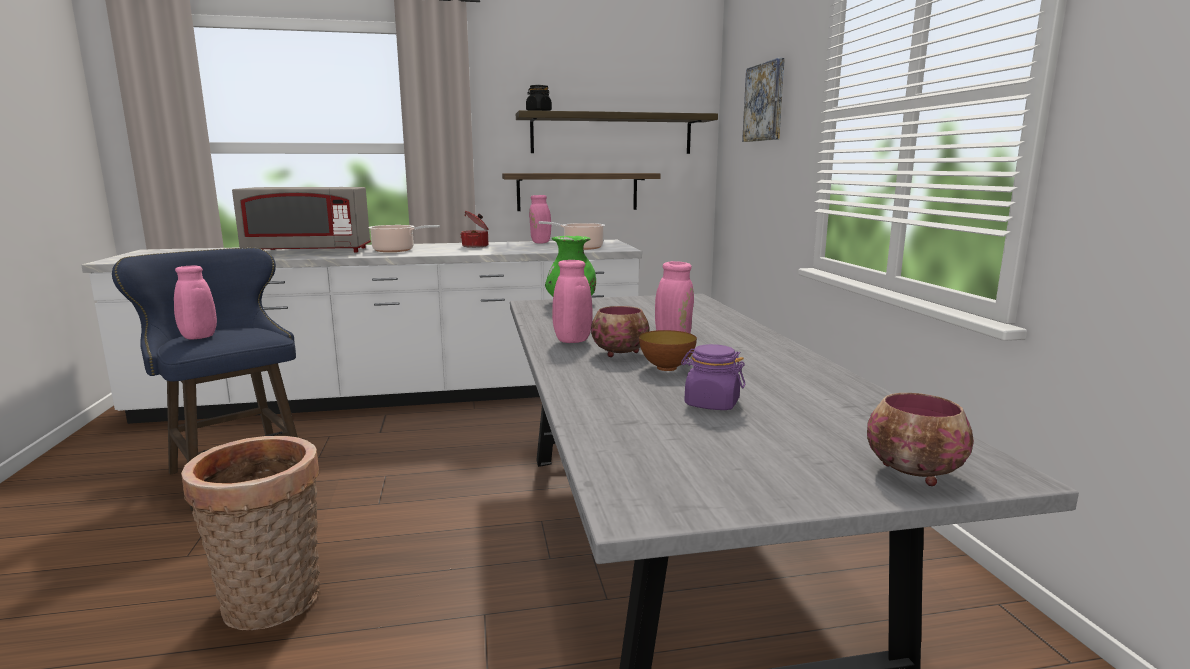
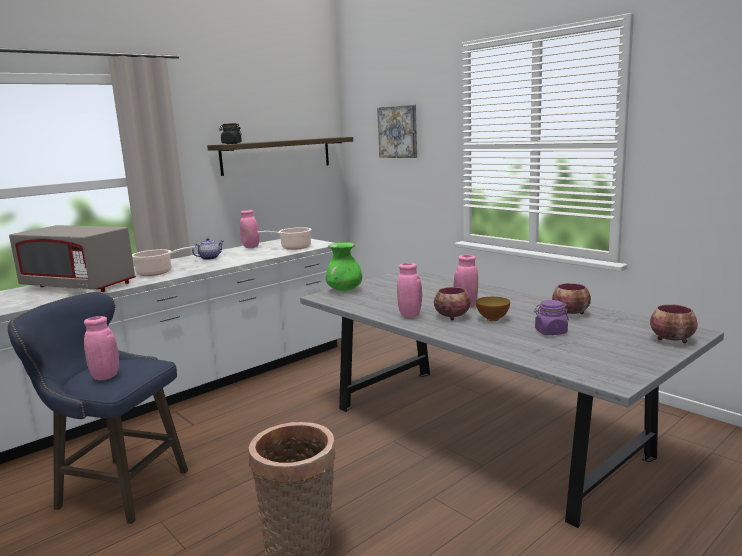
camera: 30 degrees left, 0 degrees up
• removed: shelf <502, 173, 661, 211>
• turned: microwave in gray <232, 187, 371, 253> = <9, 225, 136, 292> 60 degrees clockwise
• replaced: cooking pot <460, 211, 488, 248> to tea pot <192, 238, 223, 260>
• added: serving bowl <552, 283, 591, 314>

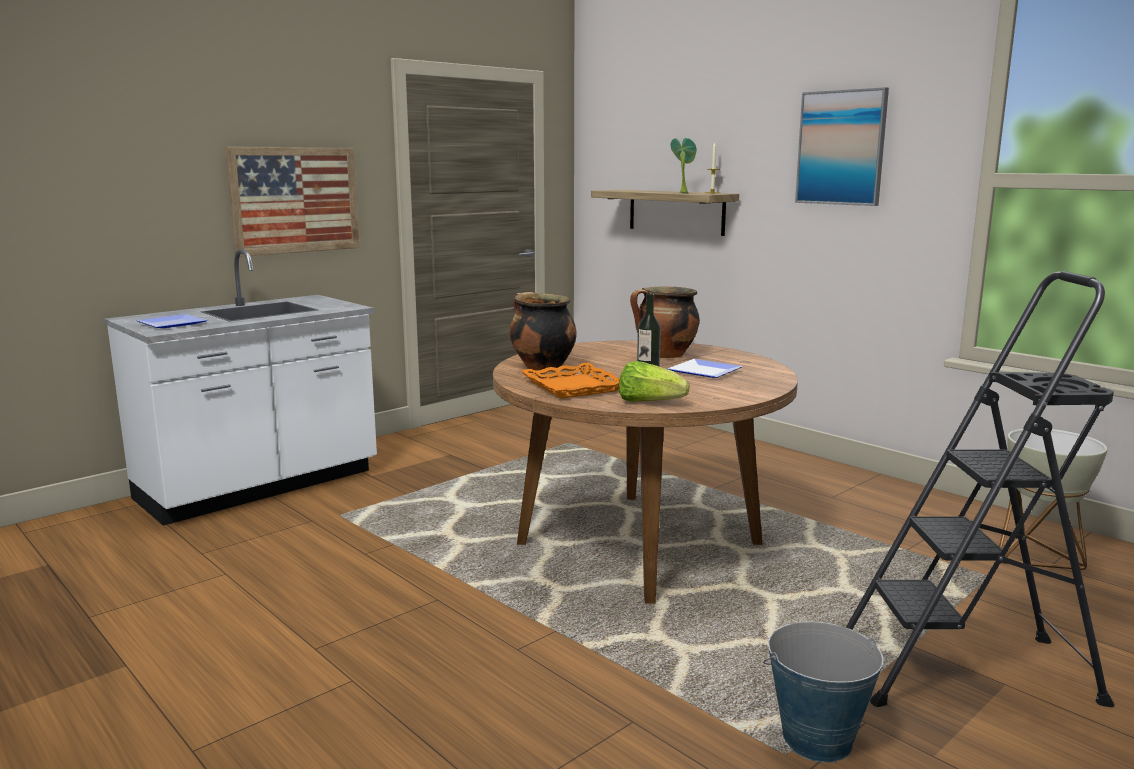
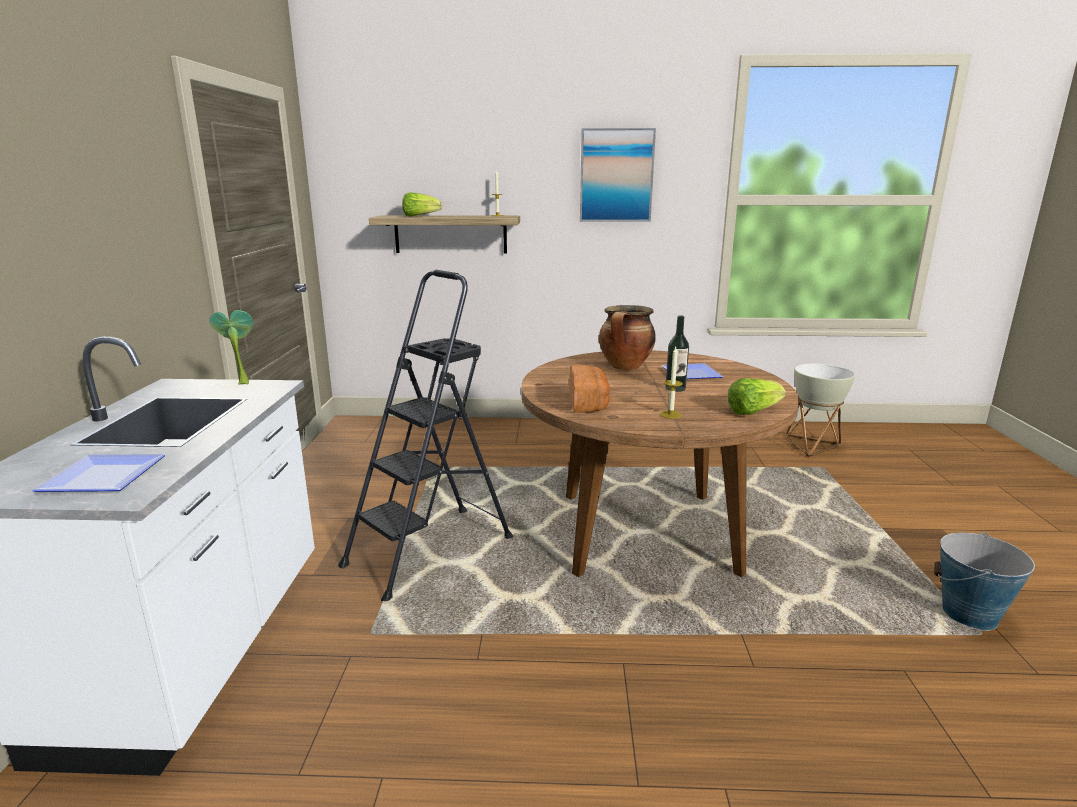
camera: 45 degrees left, 5 degrees up
• moved: plant in a pot <671, 138, 697, 193> to <209, 310, 253, 385>
• removed: wall picture <225, 147, 360, 257>
• moved: stepladder <846, 271, 1115, 707> to <338, 270, 514, 602>
• replaced: cooking pot <509, 292, 577, 371> to baked bread <569, 365, 610, 413>
• replaced: tray in orangey <521, 363, 620, 399> to candle <660, 347, 683, 419>
• added: head of lettuce <402, 192, 442, 217>

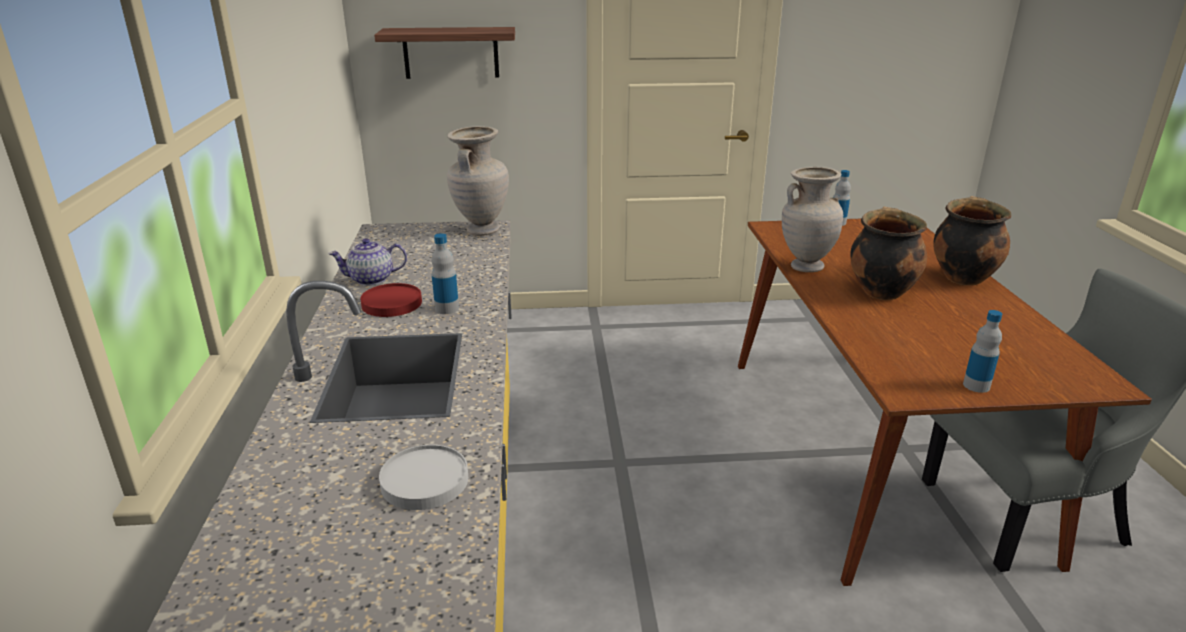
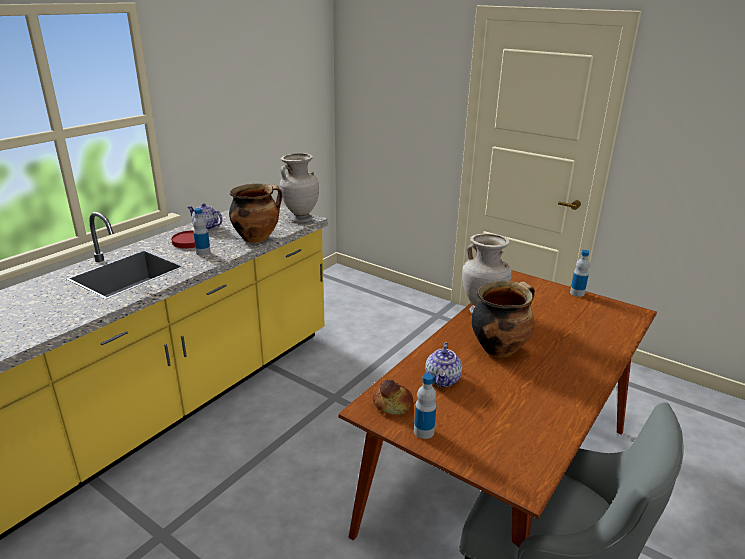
camera: 40 degrees right, 0 degrees up
• removed: shelf <374, 27, 515, 79>
• moved: cooking pot <934, 196, 1011, 285> to <229, 184, 283, 243>
• removed: flat dish in whitish <379, 445, 468, 510>
• added: tea pot <425, 342, 462, 387>
• added: baked bread <373, 380, 413, 415>

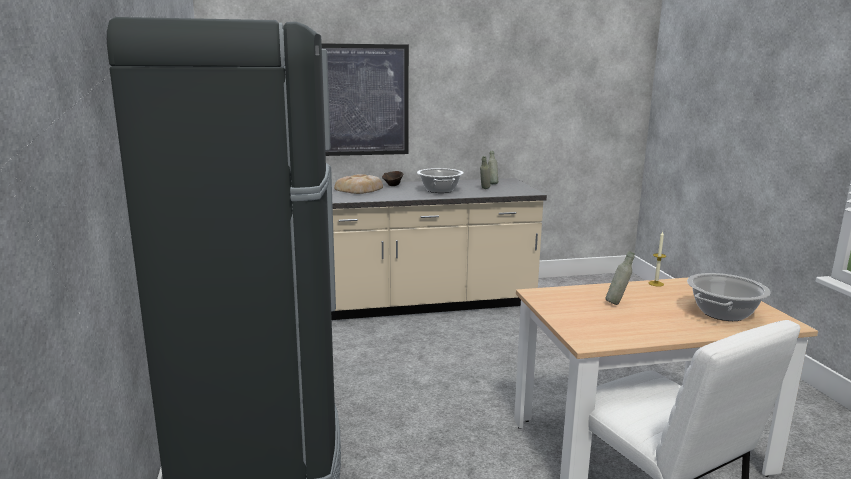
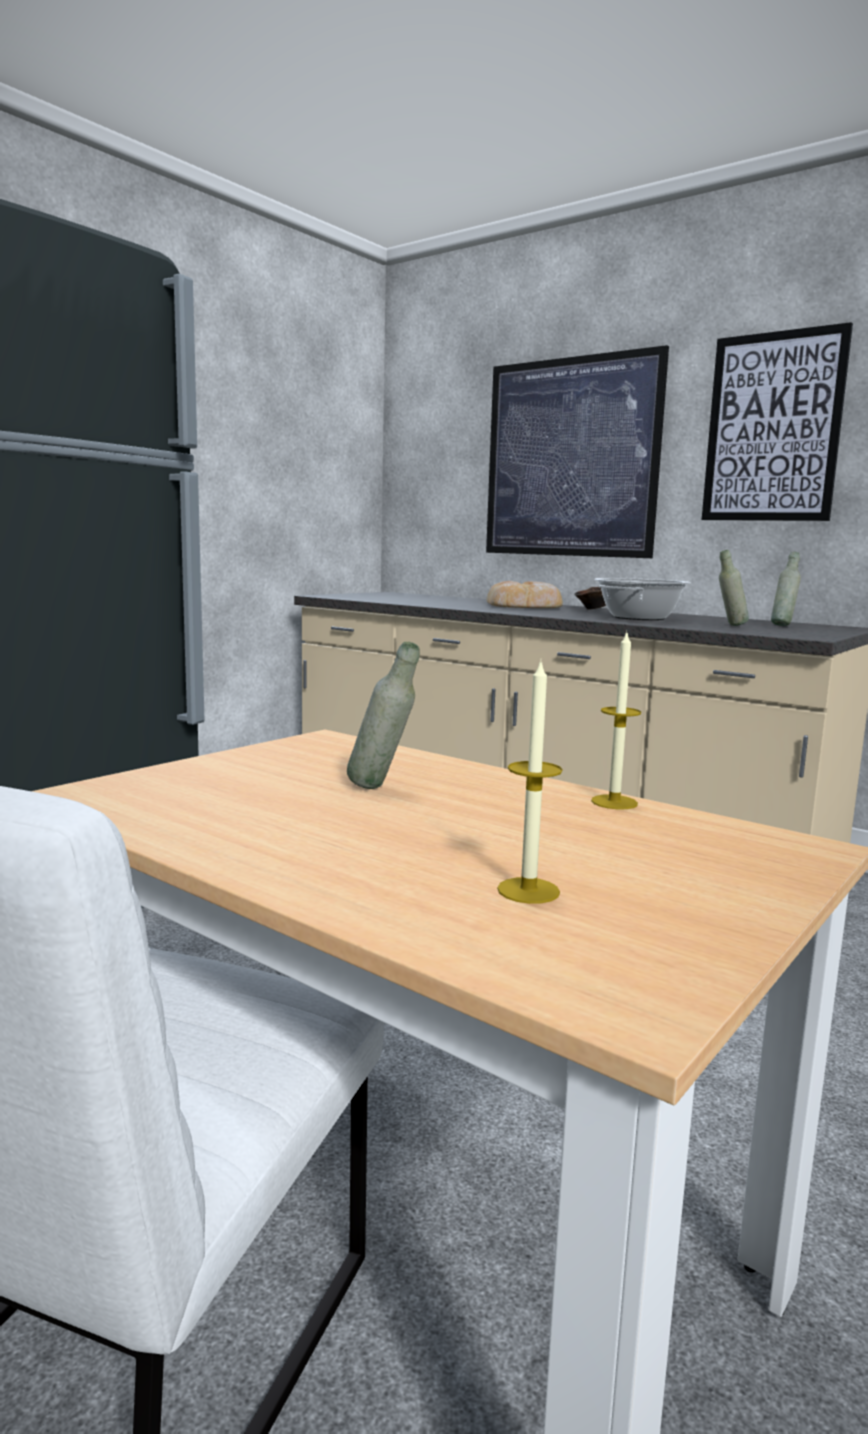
camera: 50 degrees right, 5 degrees down
• replaced: cooking pot <687, 273, 770, 321> to candle <497, 659, 563, 904>
• added: wall picture <702, 322, 853, 521>

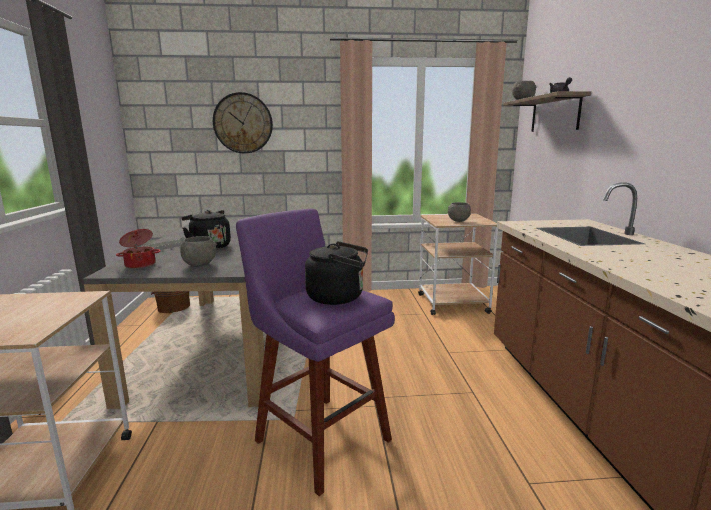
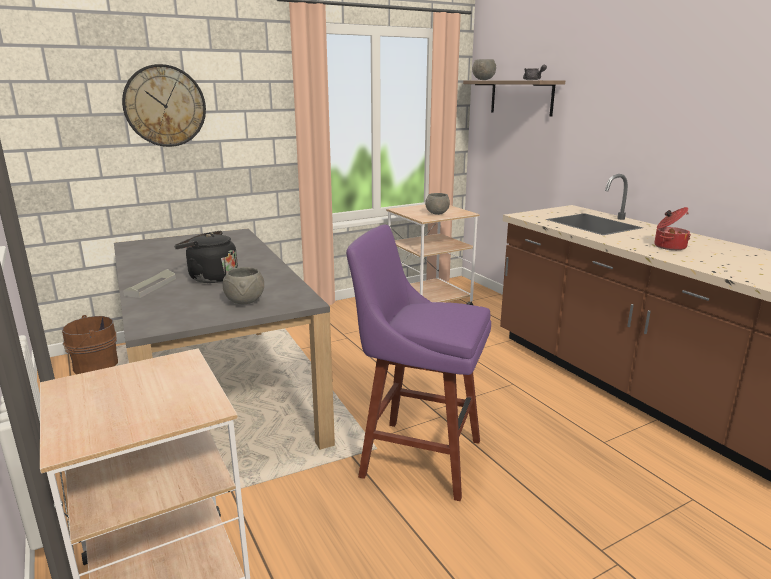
camera: 25 degrees left, 5 degrees up
• moved: cooking pot <116, 229, 161, 269> to <654, 207, 691, 250>
• removed: water kettle in black <305, 241, 368, 305>

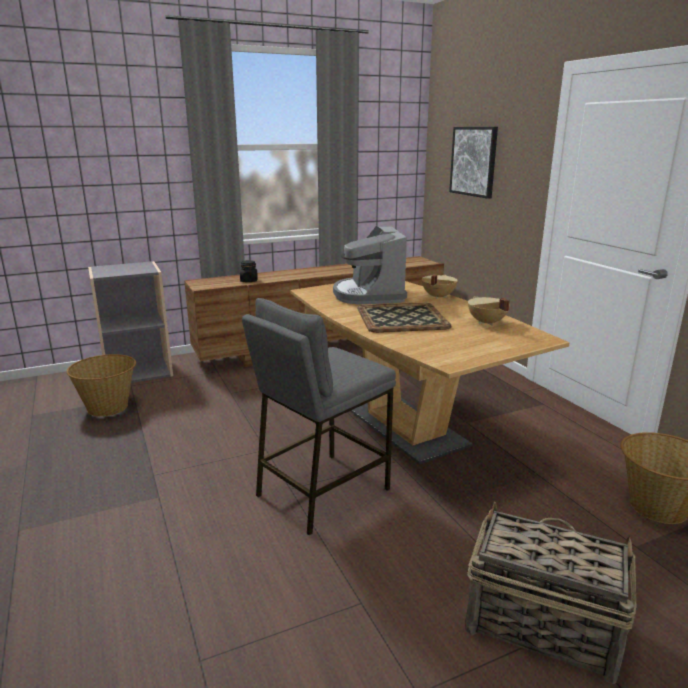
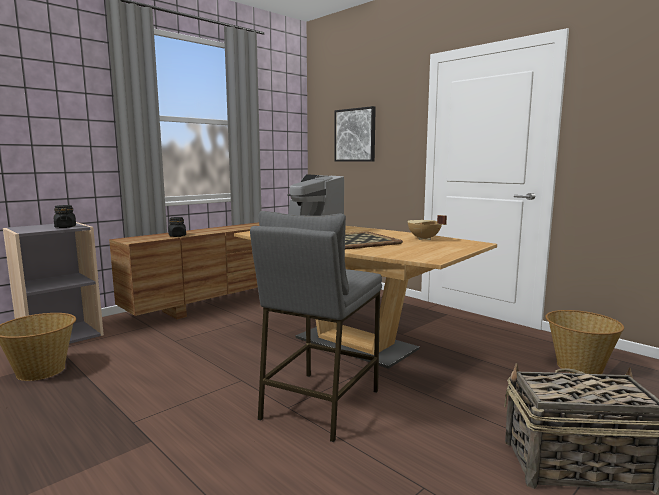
camera: 20 degrees left, 10 degrees down
• removed: cooking pot in beige <422, 275, 458, 299>
• added: jar in black <54, 205, 76, 228>

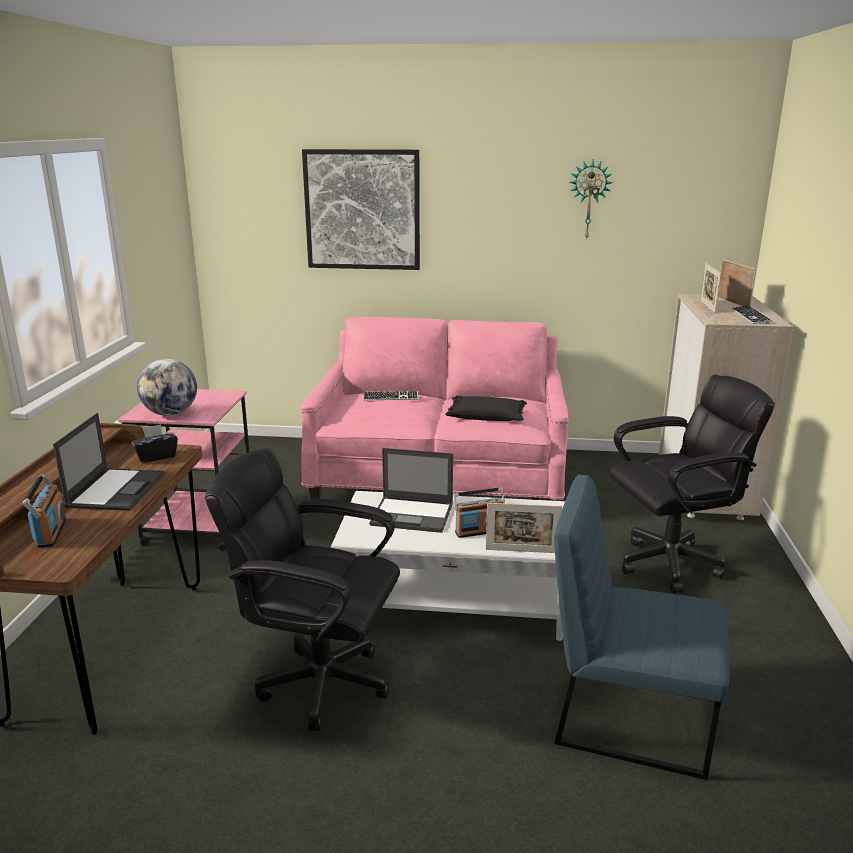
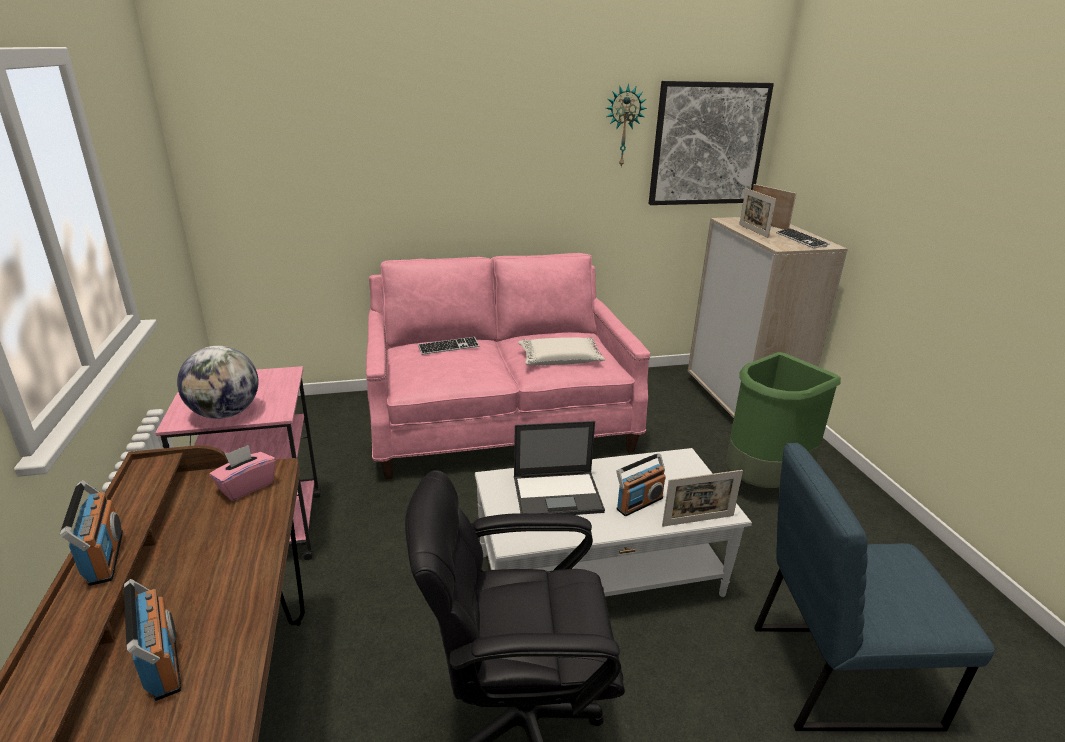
camera: 20 degrees left, 5 degrees up
• moved: wall picture <302, 149, 420, 270> to <649, 81, 774, 205>
• replaced: computer chair in black <610, 375, 775, 594> to rubbish bin in greenish <726, 352, 841, 488>
• recoloured: throw pillow in black <445, 395, 527, 421> to throw pillow in whitish <518, 337, 605, 365>
• removed: portable computer <53, 413, 165, 511>
• recoloured: tissue box in black <131, 424, 178, 463> to tissue box in pink-coloured <209, 445, 276, 501>
• added: radio set <60, 480, 123, 586>

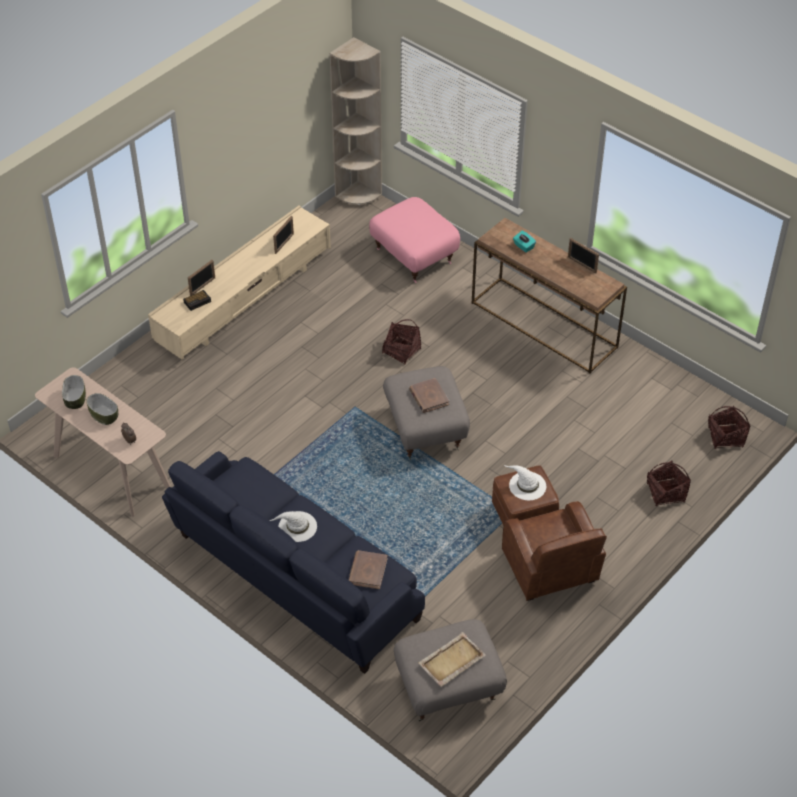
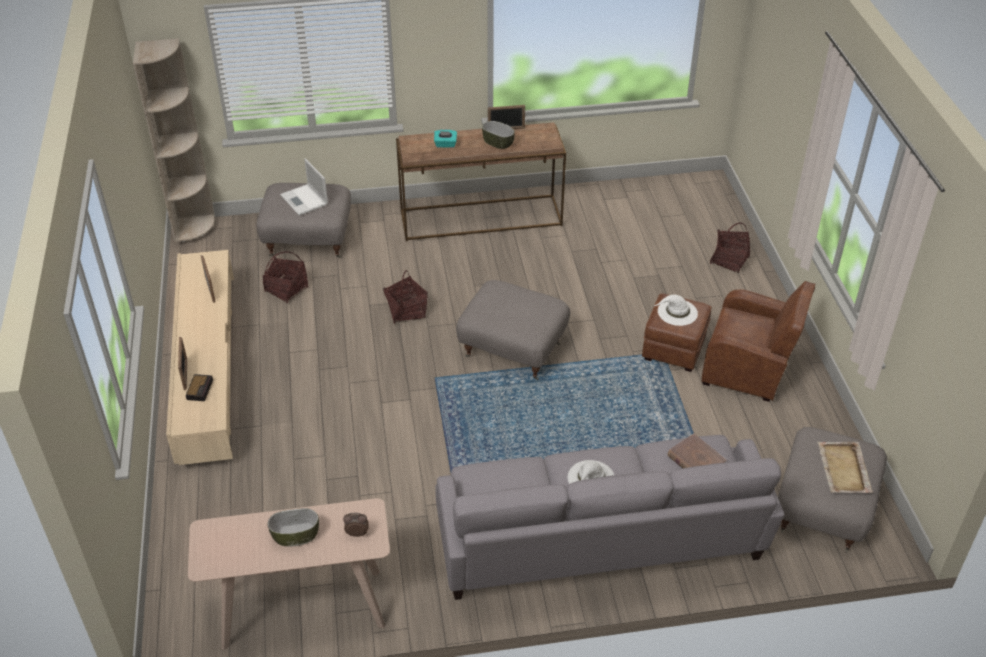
camera: 50 degrees left, 5 degrees down
• recoloured: pouffe in pink-coloured <369, 197, 460, 283> to pouffe in gray <257, 183, 351, 258>
• moved: serving bowl <62, 375, 86, 409> to <482, 121, 515, 149>
• removed: volume in brownish <409, 378, 449, 413>
• moved: storage basket <708, 406, 751, 449> to <263, 251, 308, 303>
• recoloured: settee in blue <162, 451, 425, 674> to settee in gray <435, 435, 784, 600>
• added: portable computer <280, 159, 328, 216>

